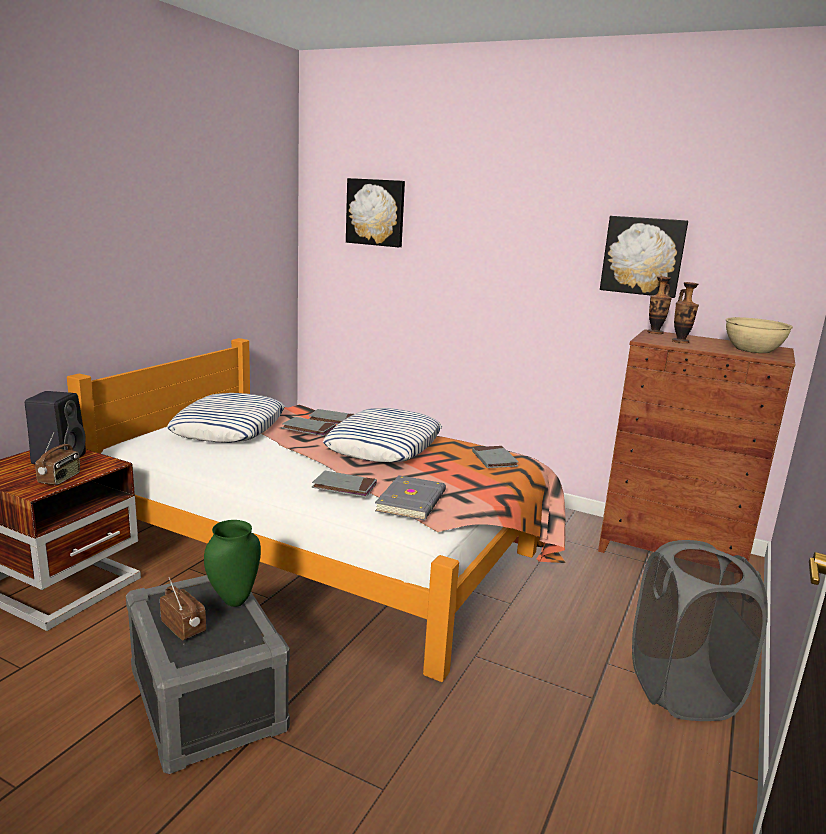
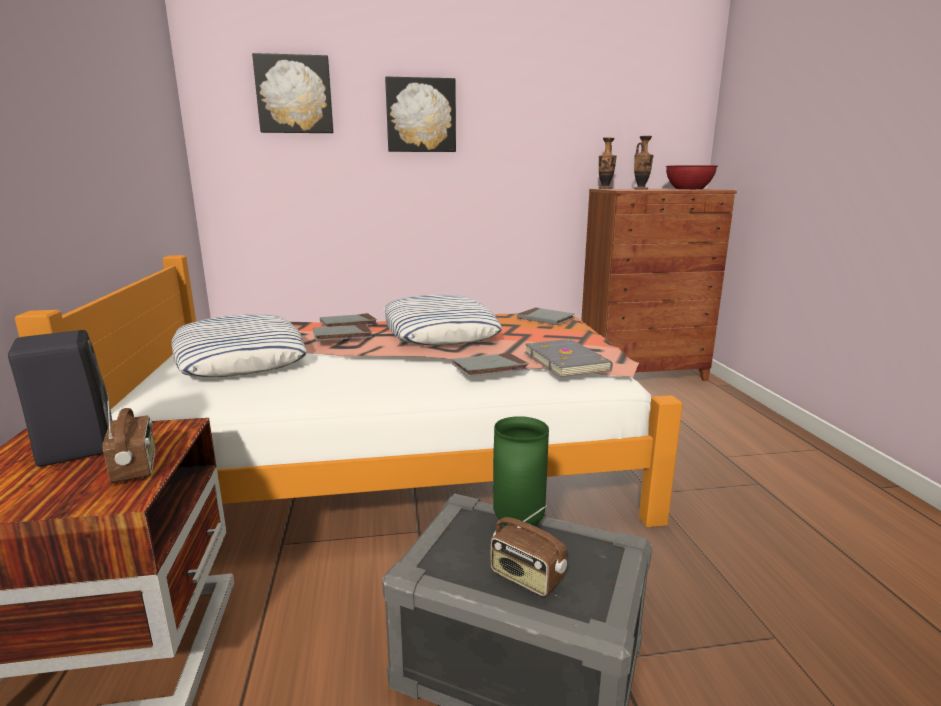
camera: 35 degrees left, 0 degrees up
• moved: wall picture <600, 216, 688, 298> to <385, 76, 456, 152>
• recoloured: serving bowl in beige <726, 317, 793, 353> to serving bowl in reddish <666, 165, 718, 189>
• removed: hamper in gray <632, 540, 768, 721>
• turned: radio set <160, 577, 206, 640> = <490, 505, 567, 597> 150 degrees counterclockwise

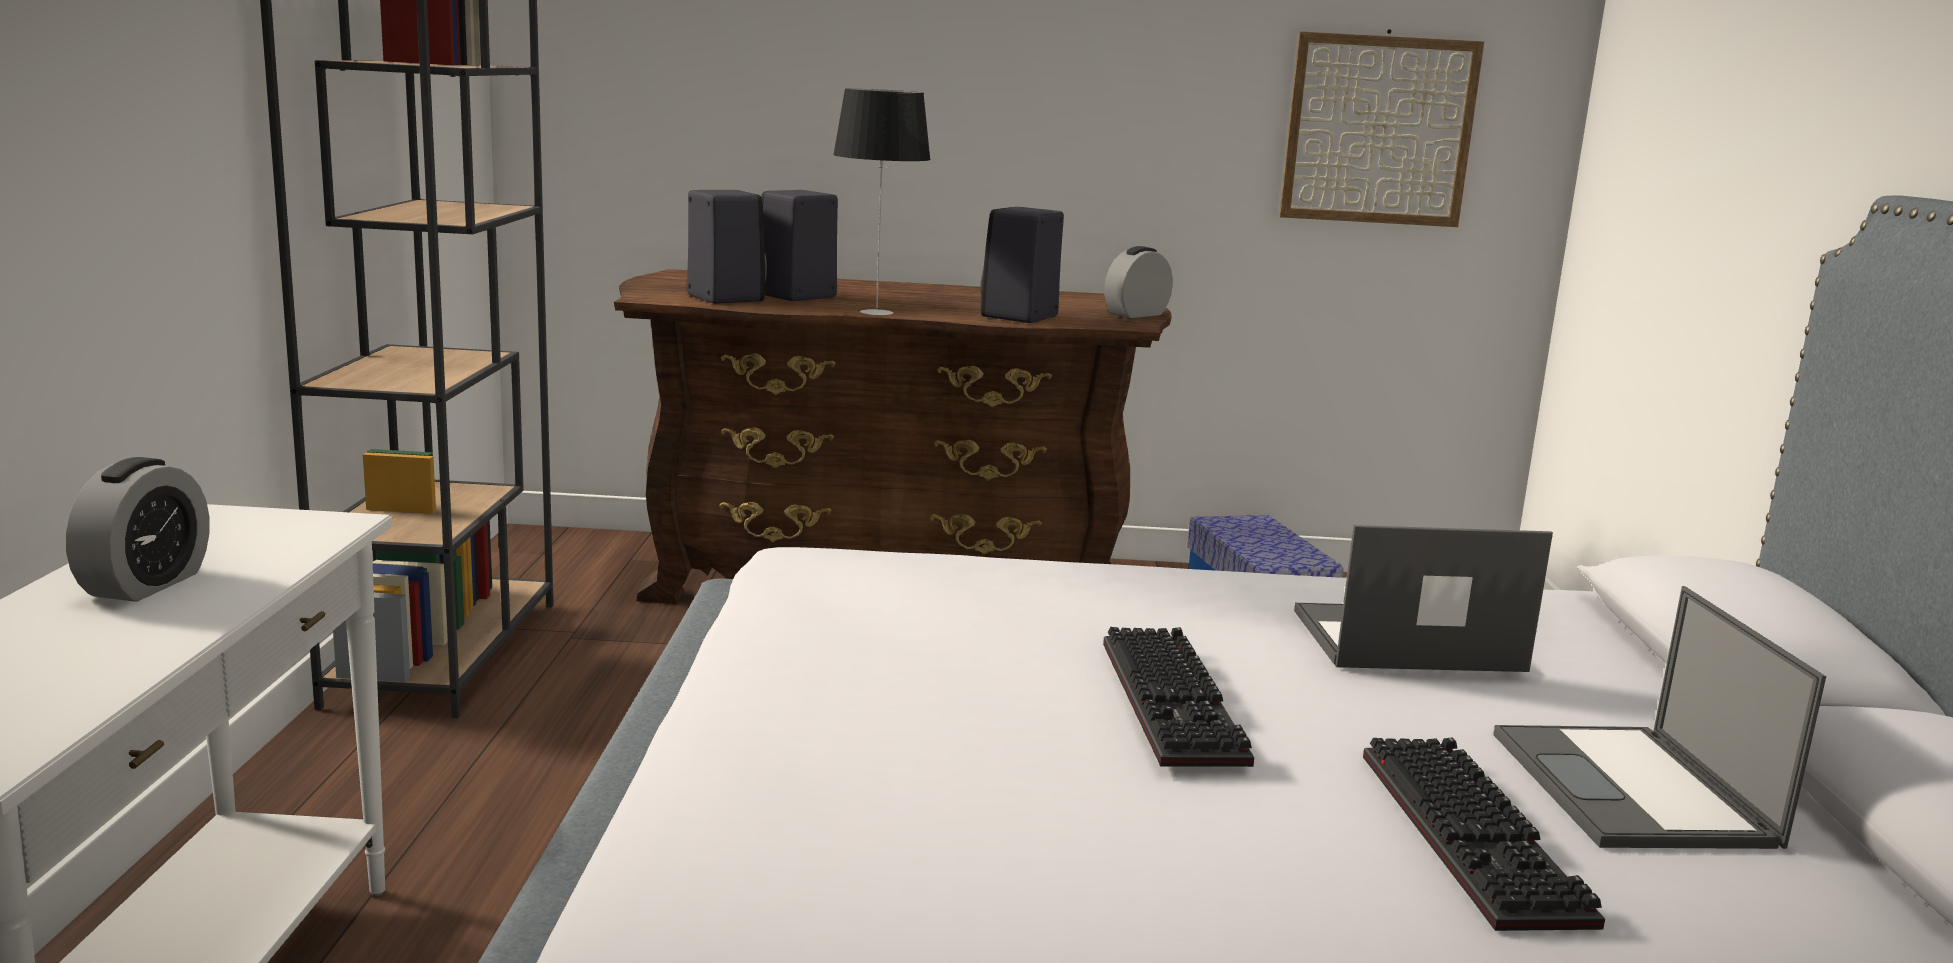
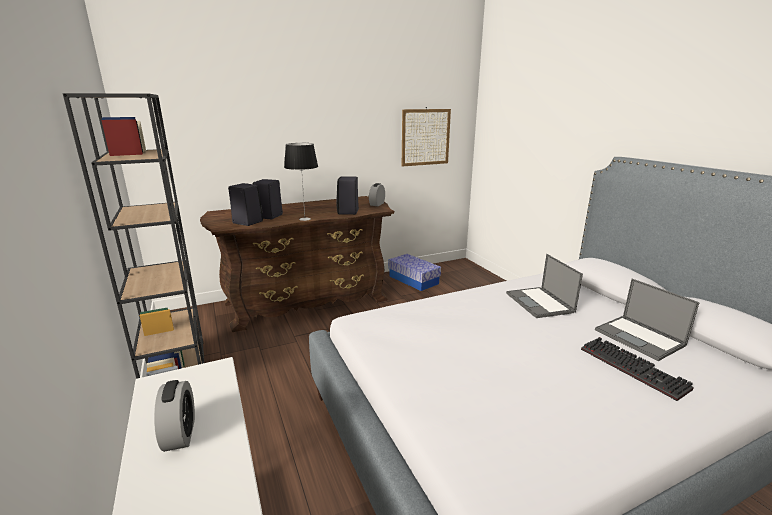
camera: 25 degrees left, 5 degrees up
• turned: portable computer <1294, 525, 1553, 672> = <506, 254, 583, 318> 75 degrees counterclockwise
• removed: keyboard <1103, 627, 1254, 767>

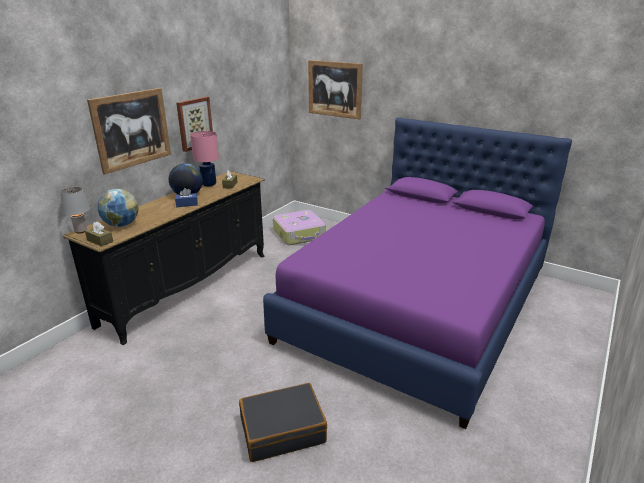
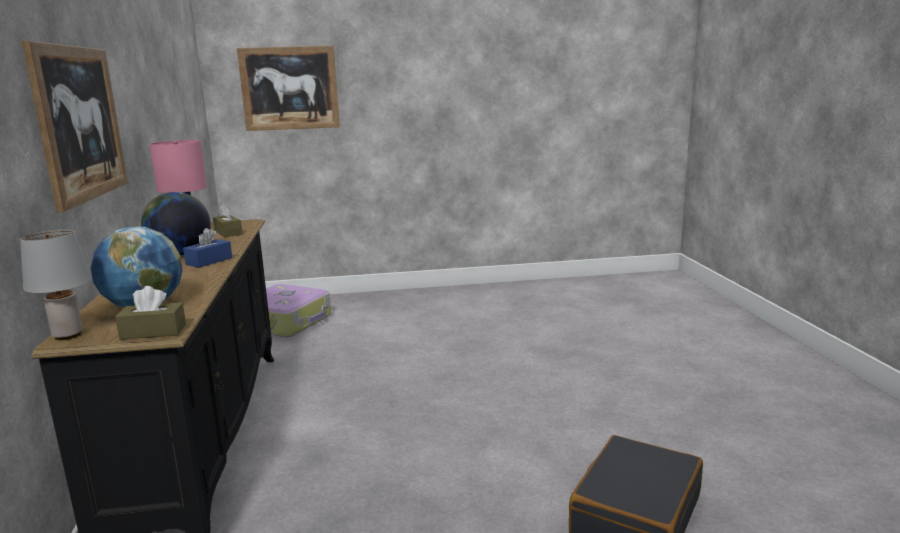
camera: 40 degrees left, 10 degrees down
• removed: wall picture <176, 97, 213, 152>
• removed: bed in purplish <263, 118, 572, 429>

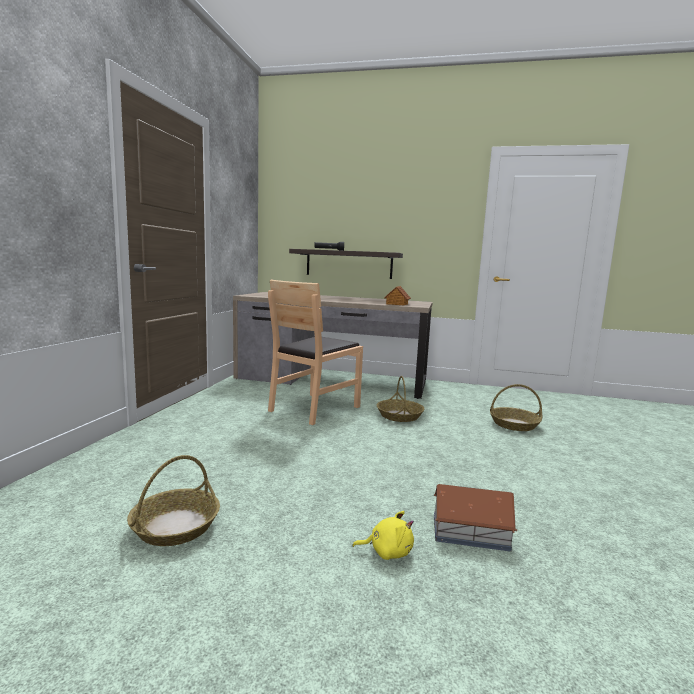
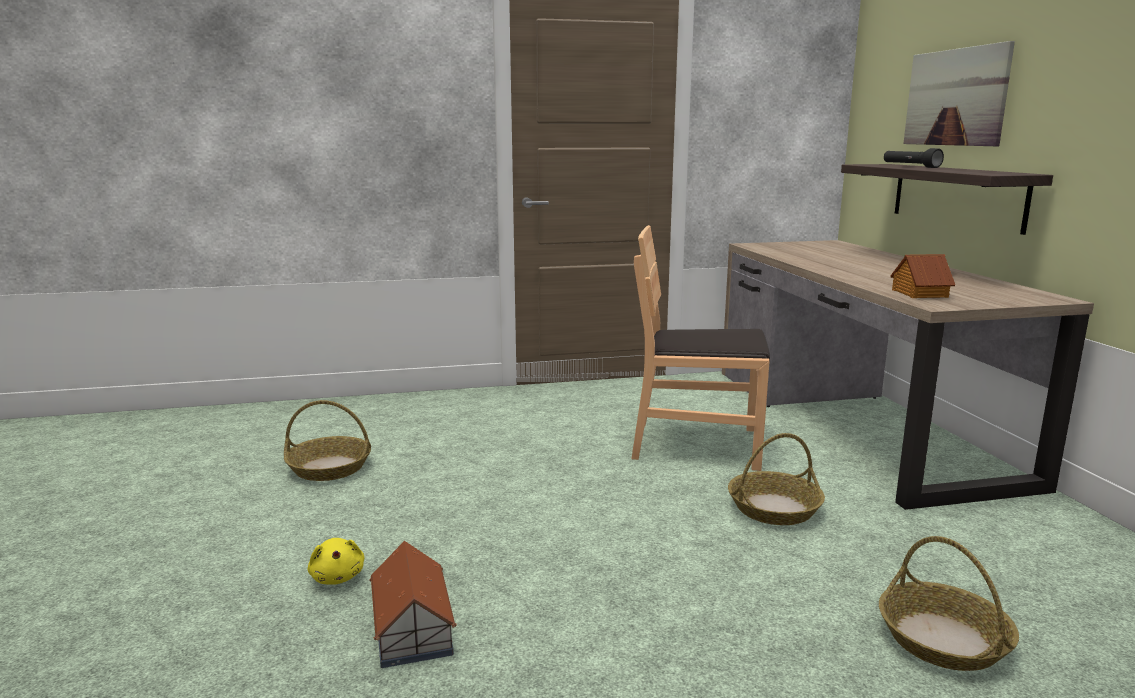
camera: 65 degrees right, 5 degrees up
• added: wall picture <903, 41, 1015, 146>

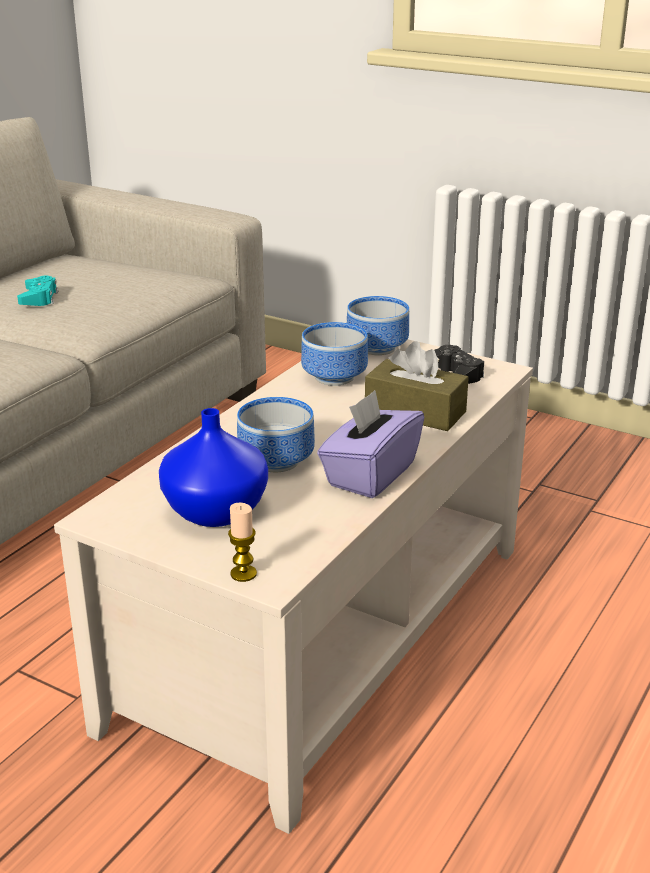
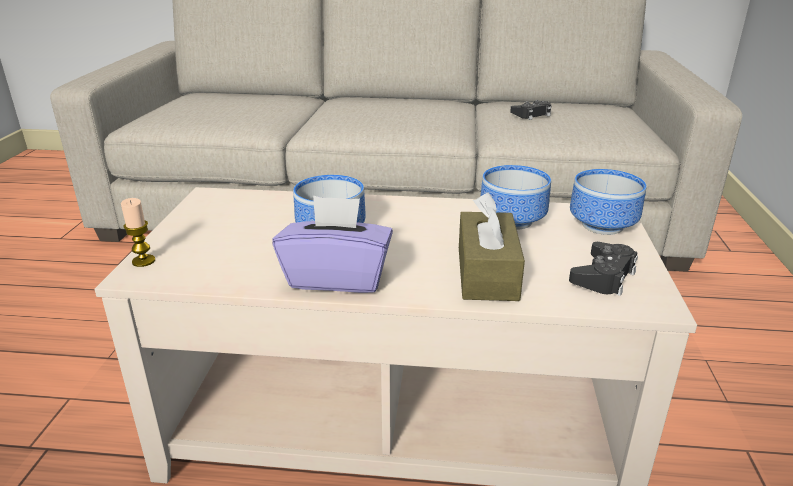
camera: 65 degrees right, 0 degrees up
• recoloured: game controller in turquoise <17, 276, 58, 306> to game controller in black <510, 100, 551, 120>
• removed: flower vase in blue <159, 408, 268, 527>

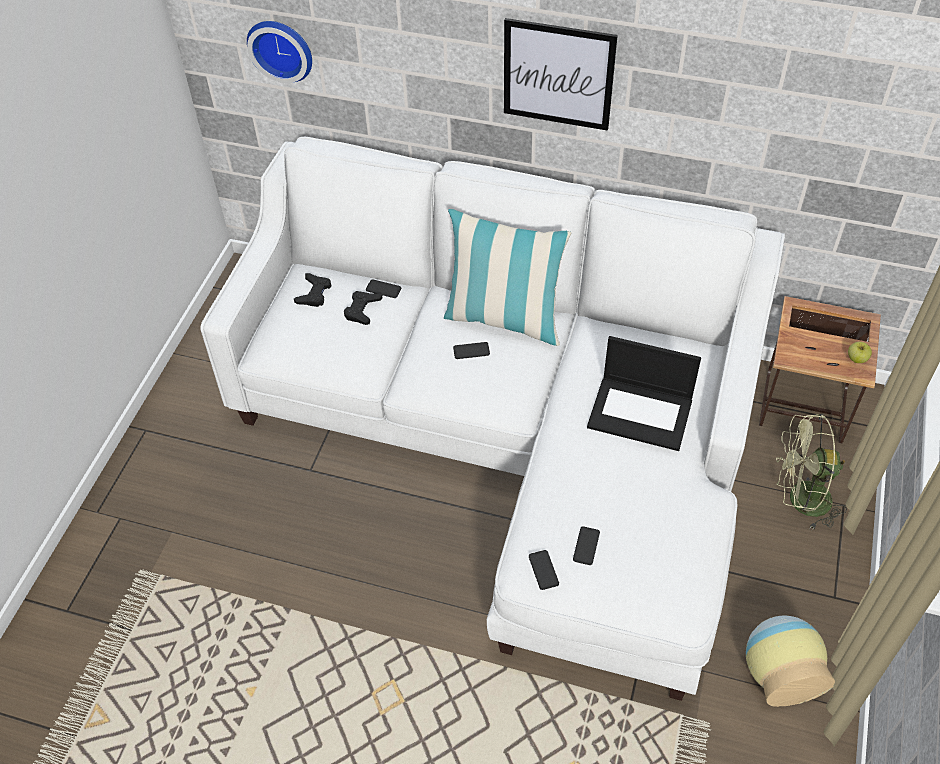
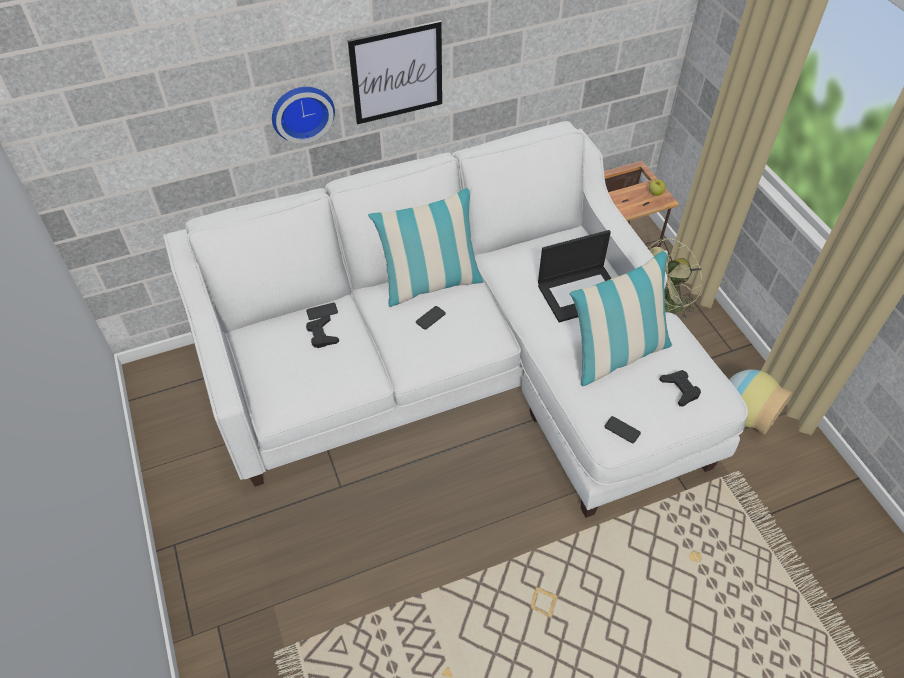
camera: 40 degrees left, 0 degrees up
• moved: wall clock <247, 21, 312, 83> to <272, 87, 335, 143>
• moved: game controller in black <294, 273, 331, 307> to <659, 370, 701, 407>
• removed: phone <573, 526, 600, 565>
• added: throw pillow <570, 250, 673, 386>

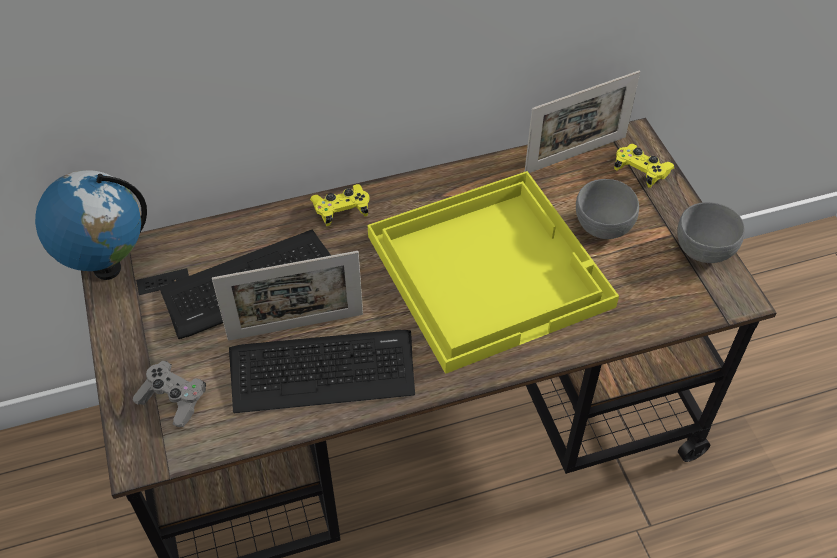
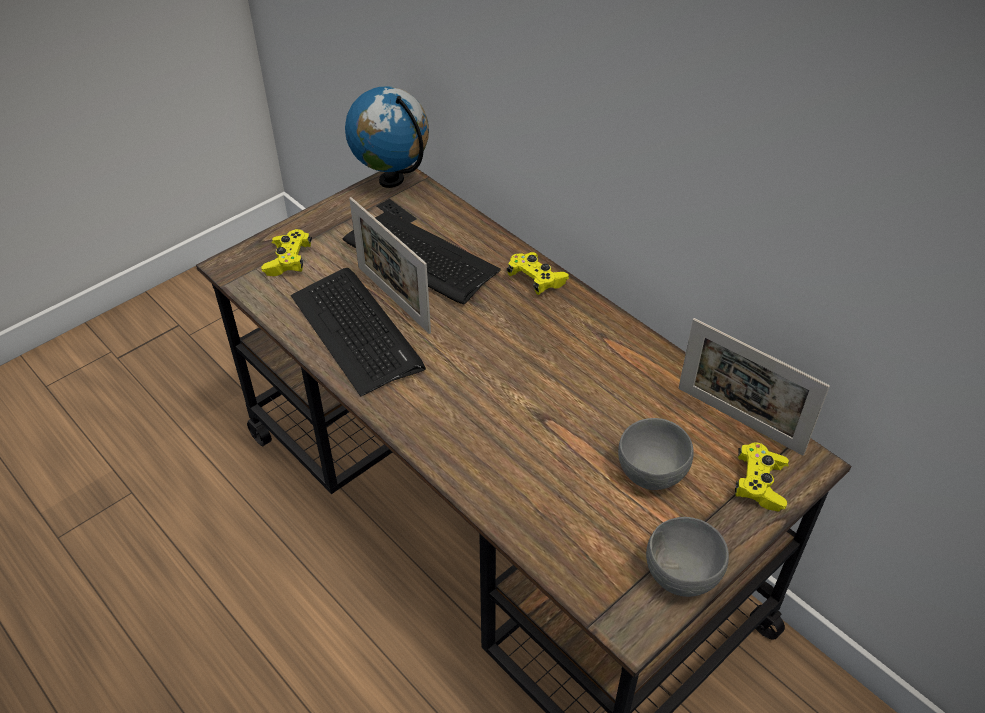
camera: 65 degrees right, 5 degrees down
• removed: tray in yellowish <368, 171, 619, 374>
• recoloured: game controller in gray <133, 361, 206, 427> to game controller in yellowish <261, 229, 312, 276>

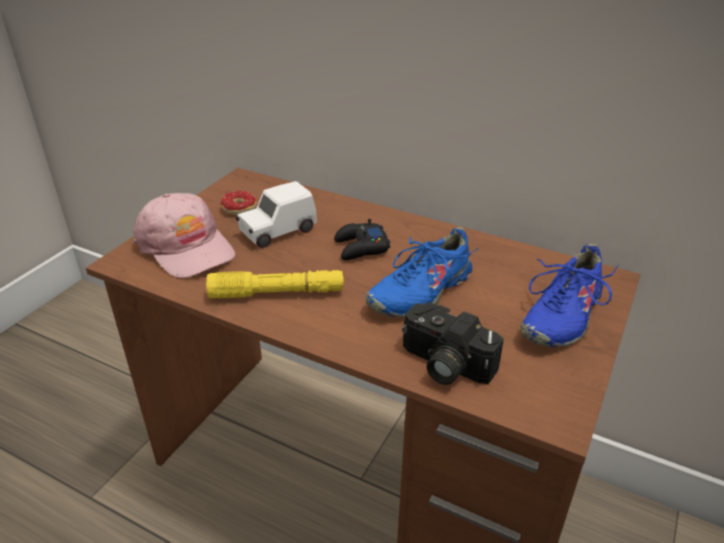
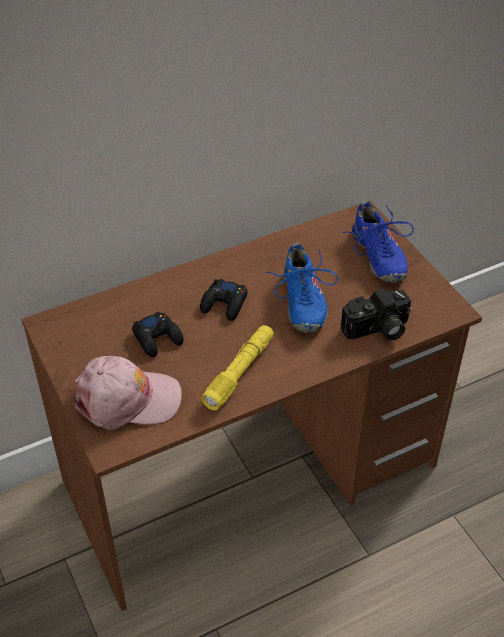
camera: 55 degrees left, 10 degrees up
• replaced: miniature car in whitish <236, 181, 317, 248> to game controller in black <132, 312, 184, 357>
• removed: doughnut <221, 191, 257, 215>

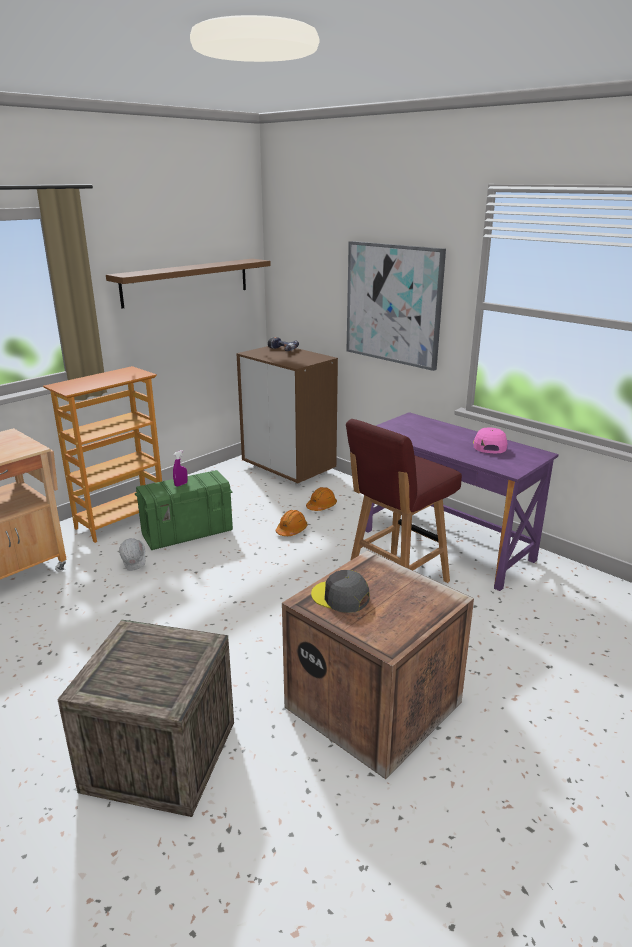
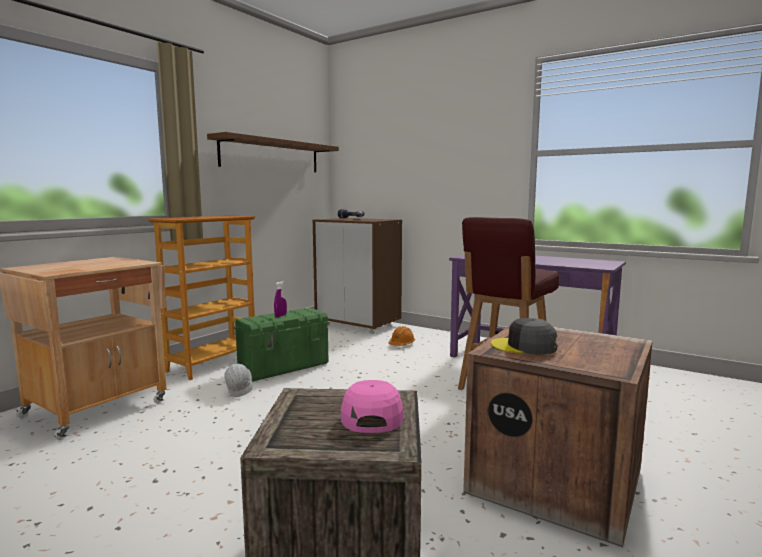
camera: 10 degrees left, 15 degrees down
• removed: wall picture <347, 241, 446, 371>
• moved: baseball cap in pink-coloured <473, 428, 507, 453> to <341, 380, 403, 433>
• removed: work helmet in orangey <276, 510, 307, 536>

